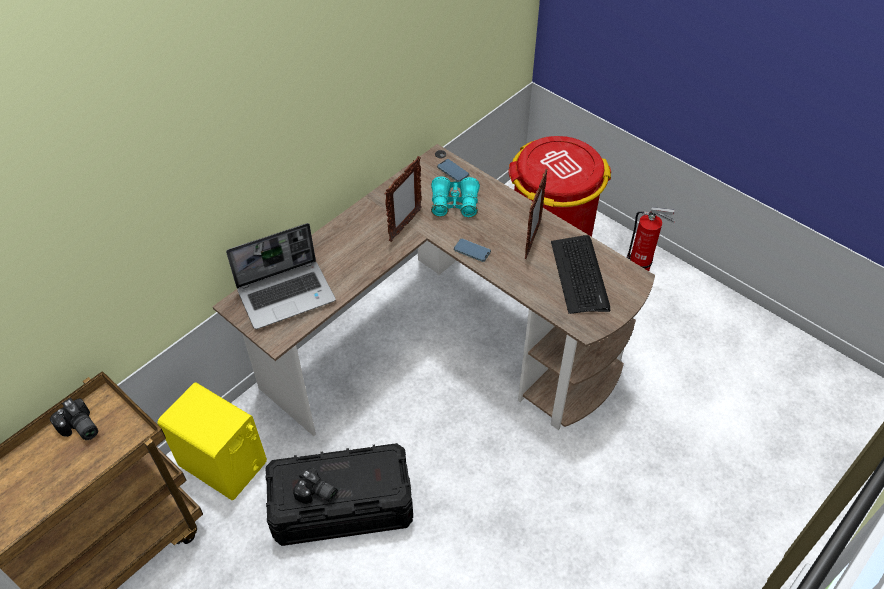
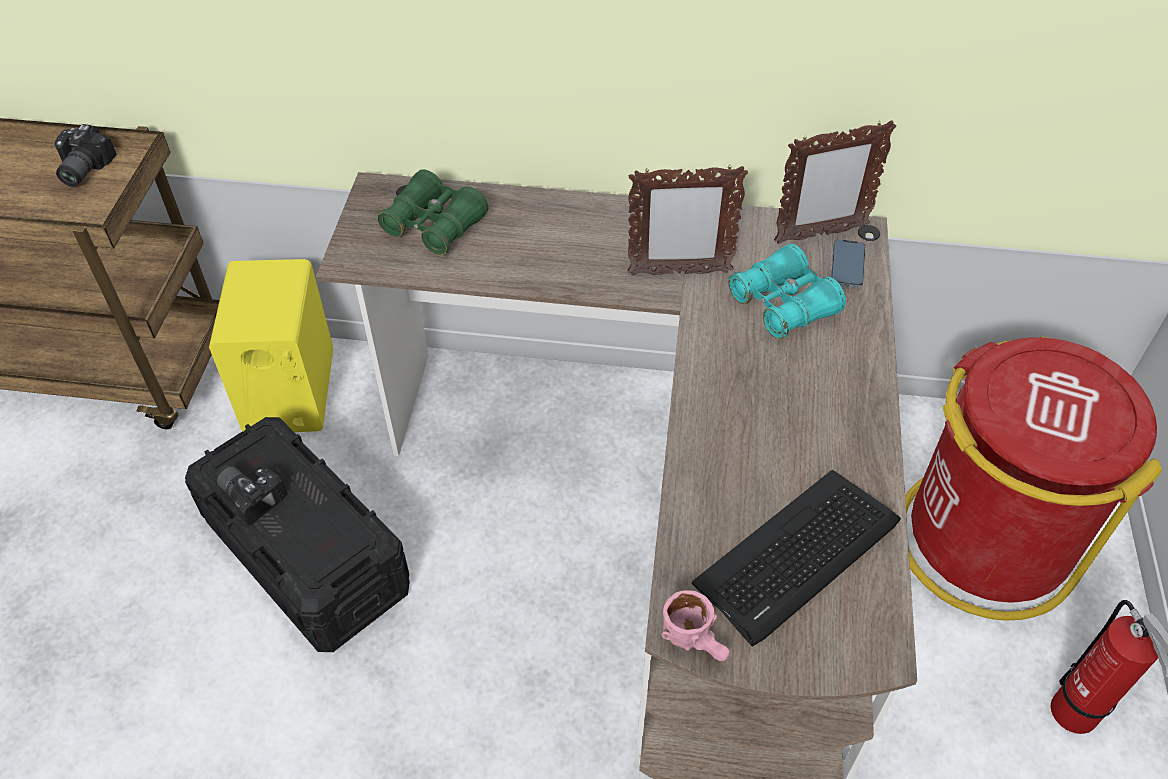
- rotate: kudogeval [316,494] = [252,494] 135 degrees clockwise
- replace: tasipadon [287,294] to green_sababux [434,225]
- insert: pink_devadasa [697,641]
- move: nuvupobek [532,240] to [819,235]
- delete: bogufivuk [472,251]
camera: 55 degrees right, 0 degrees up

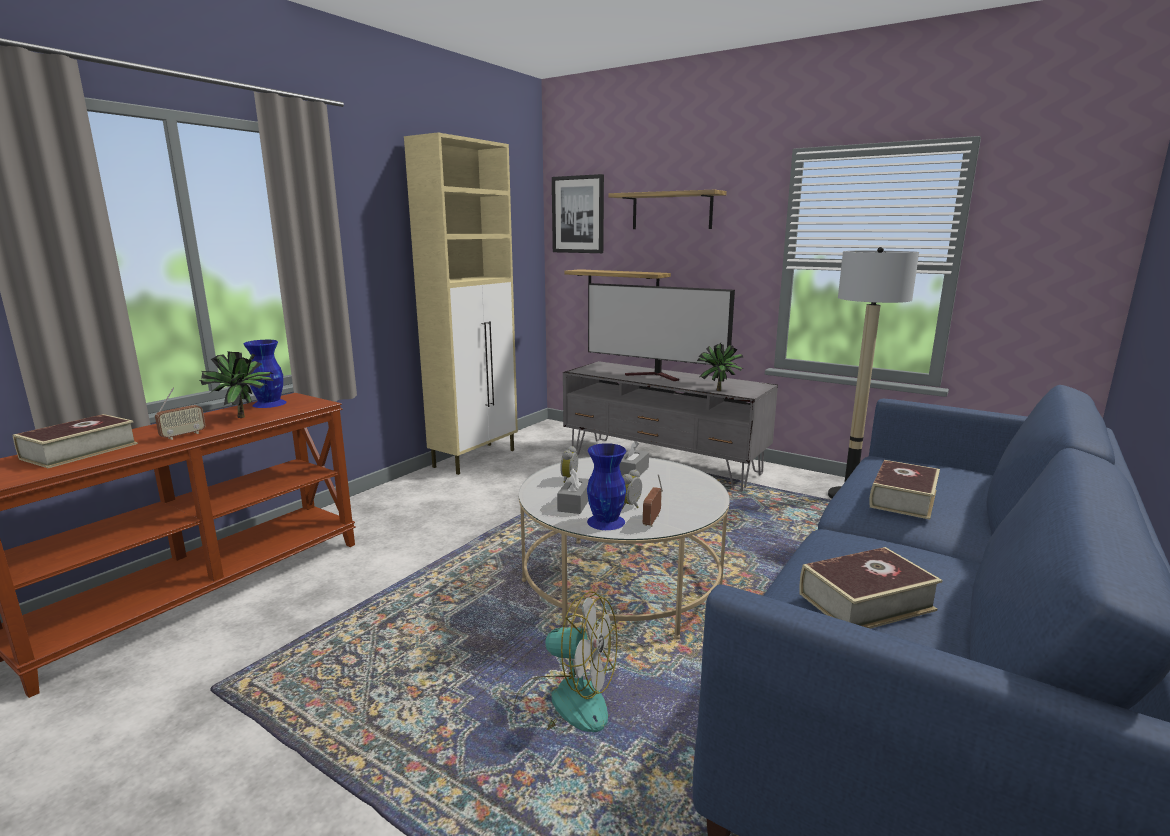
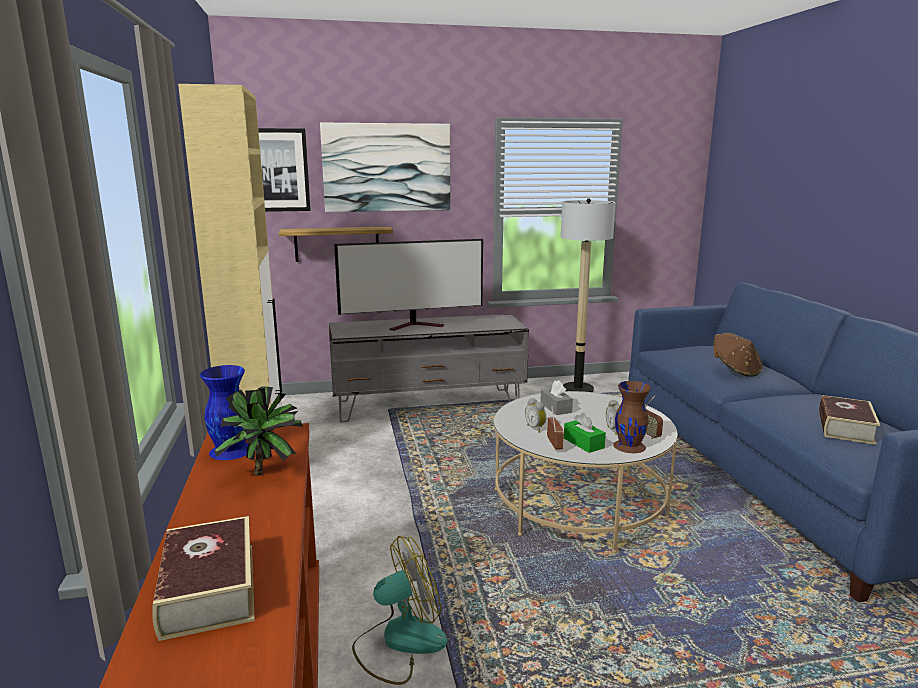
- replace: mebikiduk [671,211] to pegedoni [387,167]
- move: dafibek [564,702] to [399,642]
- move: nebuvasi [183,435] to [554,445]
- recolor: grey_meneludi [574,503] to green_meneludi [583,443]
- recolor: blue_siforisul [606,521] to brown_siforisul [629,446]
- replace: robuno [903,499] to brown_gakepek [735,370]
- delete: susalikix [719,391]
camera: 45 degrees left, 0 degrees up

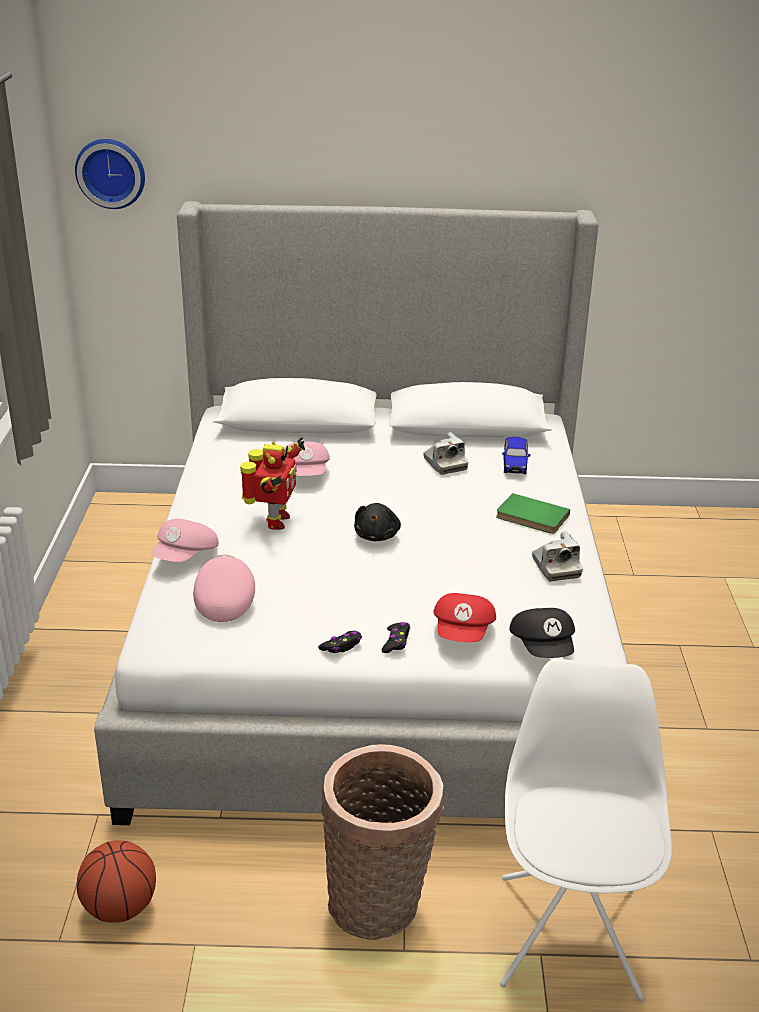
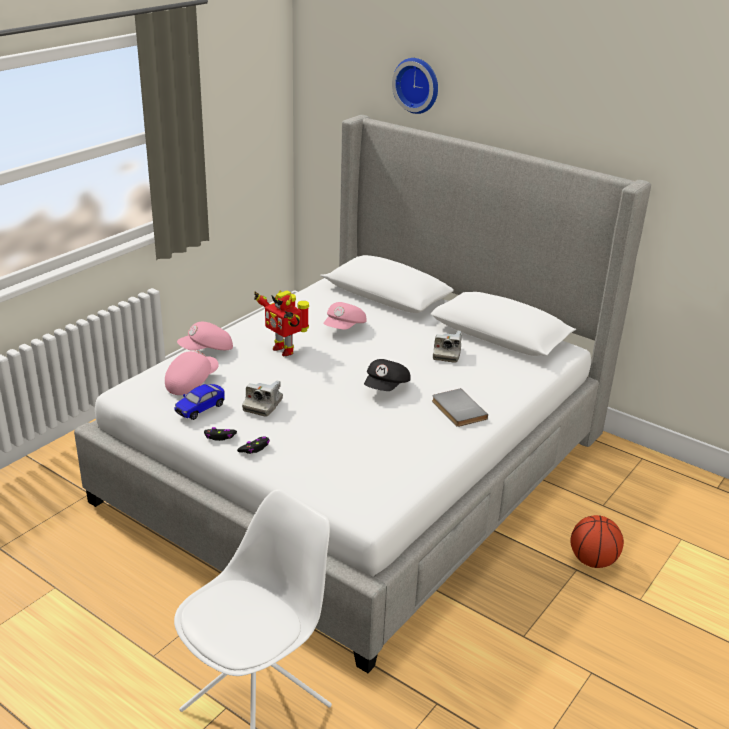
- move: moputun [515,465] to [200,409]
- move: kudogeval [555,567] to [263,405]
- rotate: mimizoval [275,522] = [284,349] 90 degrees clockwise
- move: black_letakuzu [543,647] to [386,387]
- move: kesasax [111,172] to [417,85]
- recolor: green_robuno [531,517] to grey_robuno [457,410]
- move: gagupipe [120,908] to [593,561]
- delete: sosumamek [380,903]
- delete: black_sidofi [377,535]
- delete: red_letakuzu [464,633]
camera: 35 degrees right, 0 degrees up

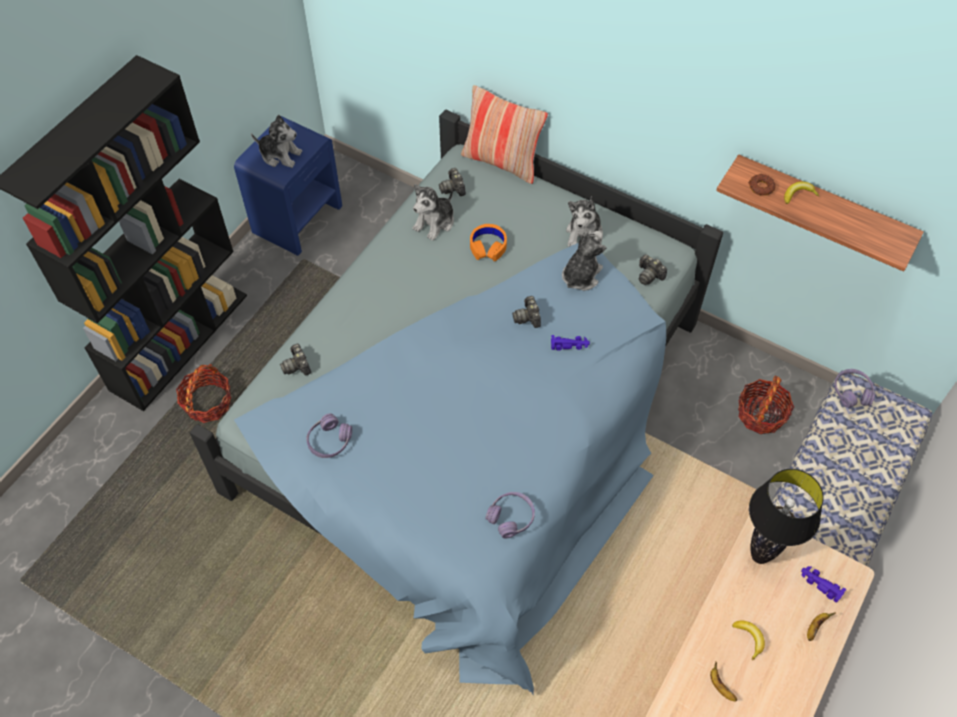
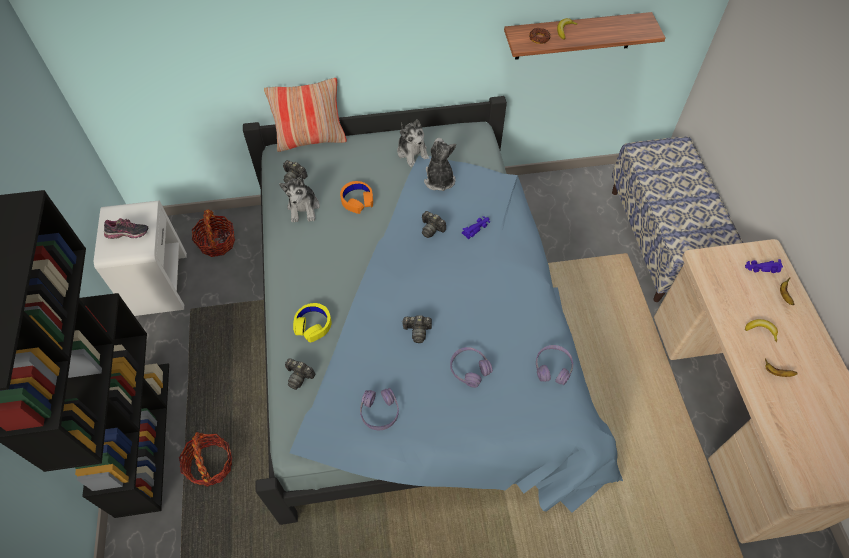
- recolor: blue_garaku [298,218] to white_garaku [159,283]
- replace: sidofi [280,155] to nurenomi [128,235]
- move: sosumamek [761,414] to [217,242]
- insert: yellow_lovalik [313,325]
- move: kudogeval [649,275] to [417,331]
- move: purple_lovalik [852,392] to [469,369]
- delete: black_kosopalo [760,556]
camera: 40 degrees left, 0 degrees up

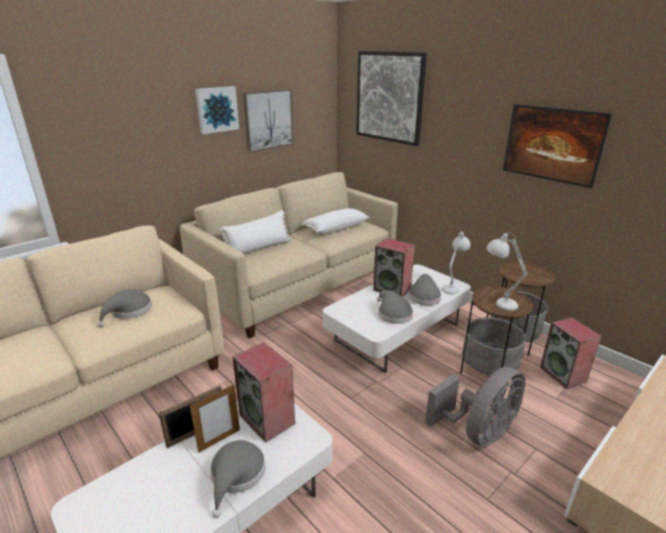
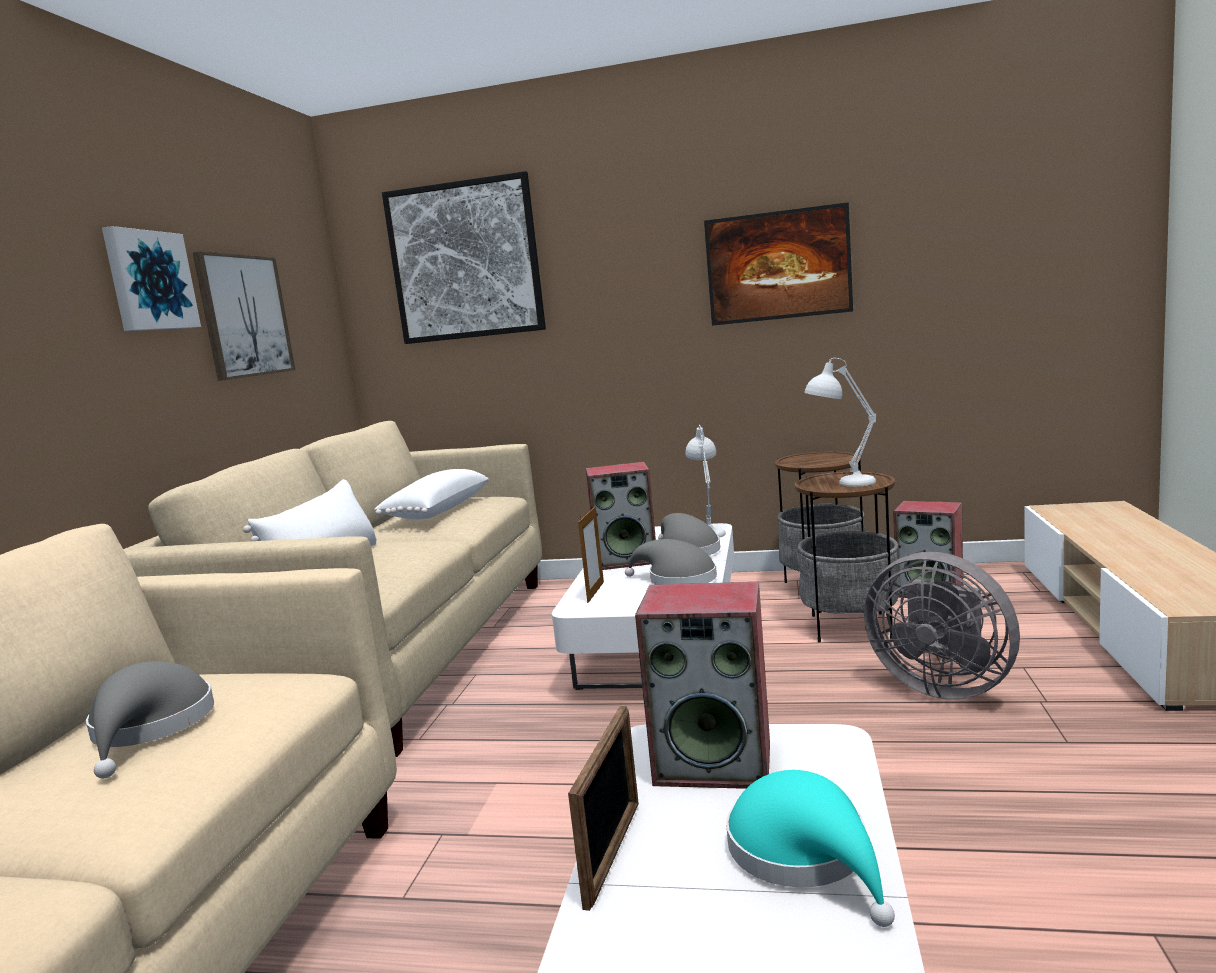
- move: nuvupobek [219,440] to [595,592]
- recolor: grey_gakepek [236,475] to turquoise_gakepek [805,854]
- rotate: grey_dafibek [478,432] = [941,686] 120 degrees clockwise
camera: 35 degrees left, 15 degrees down

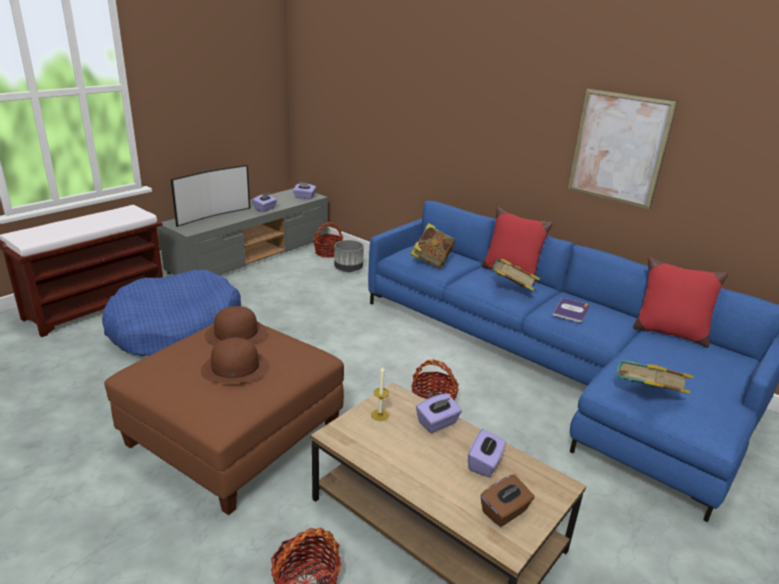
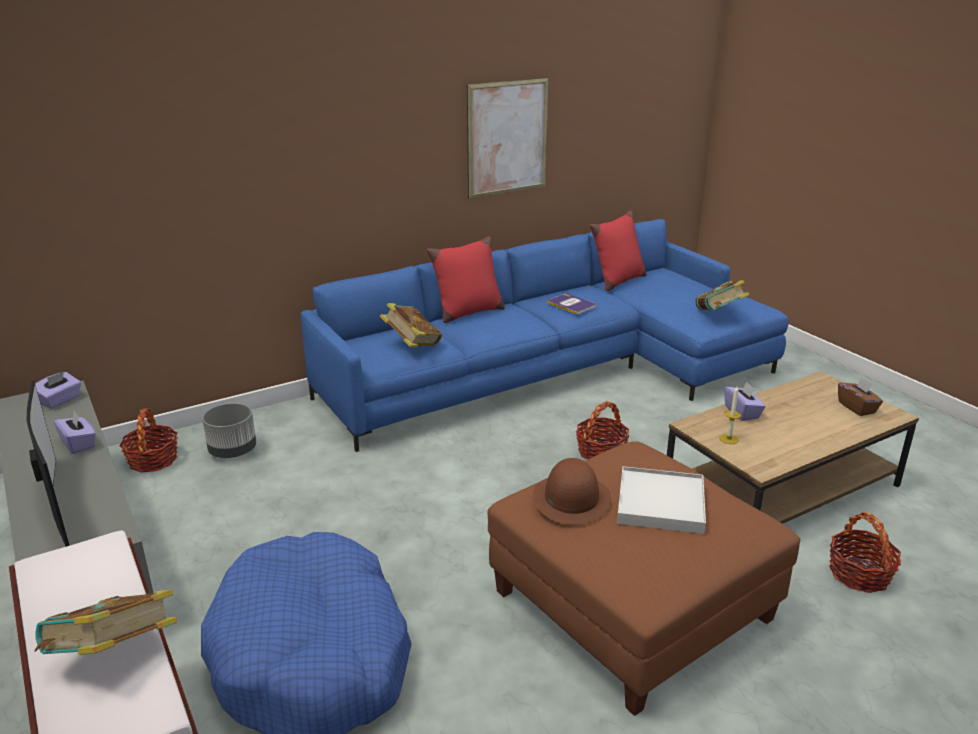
- move: robuno [511,290] to [114,656]
- replace: brown_gakepek [235,368] to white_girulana [660,503]
- delete: purple_meneludi [485,463]
camera: 70 degrees left, 0 degrees up

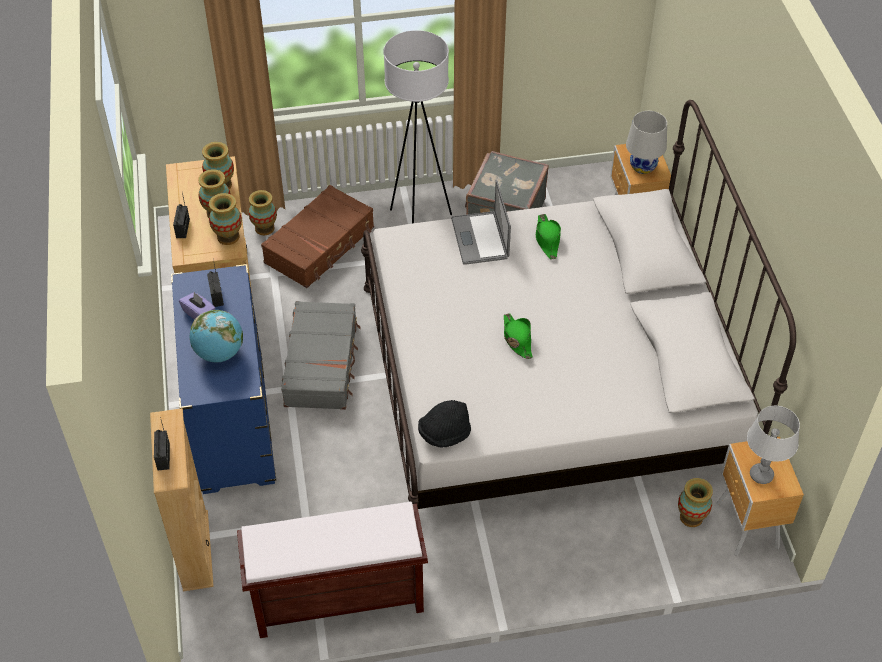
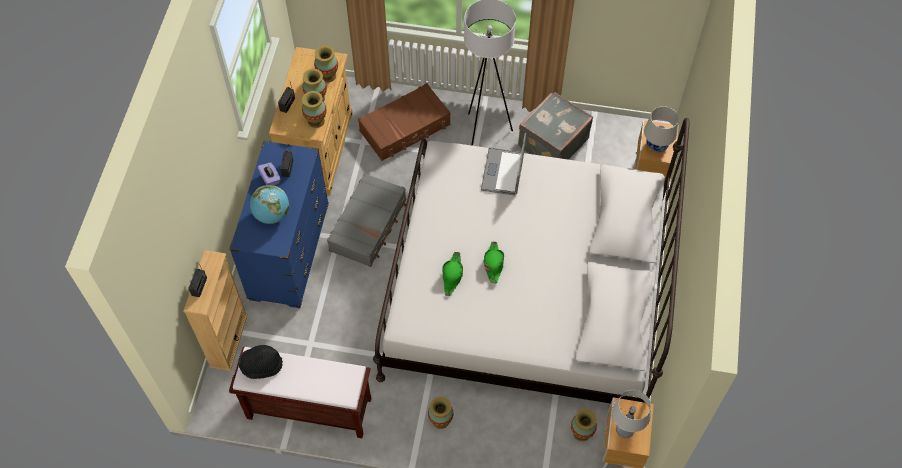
- move: black_gakepek [444,434] to [261,366]
- move: siforisul [265,228] to [441,420]
- move: green_gakepek [547,239] to [452,275]
camera: 20 degrees right, 10 degrees up

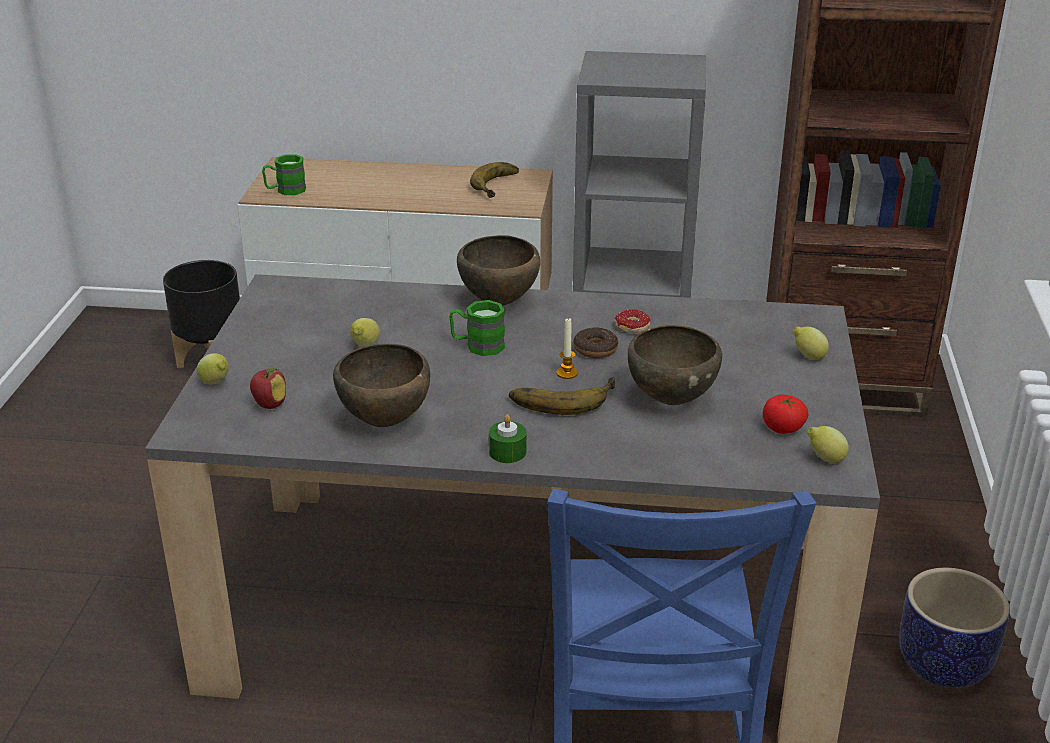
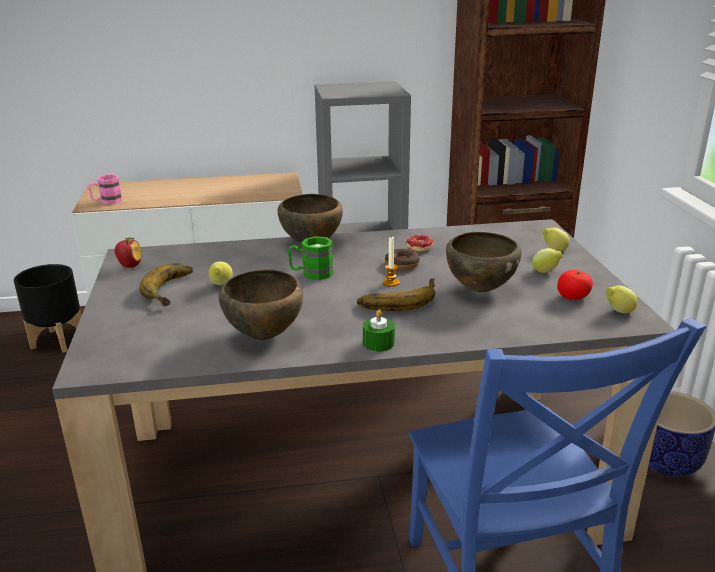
- recolor: green_devadasa [285,190] to pink_devadasa [107,201]
- move: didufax [270,405] to [130,266]
- move: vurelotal [501,185] to [175,289]
- move: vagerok [216,383] to [545,272]
camera: 15 degrees left, 5 degrees down

